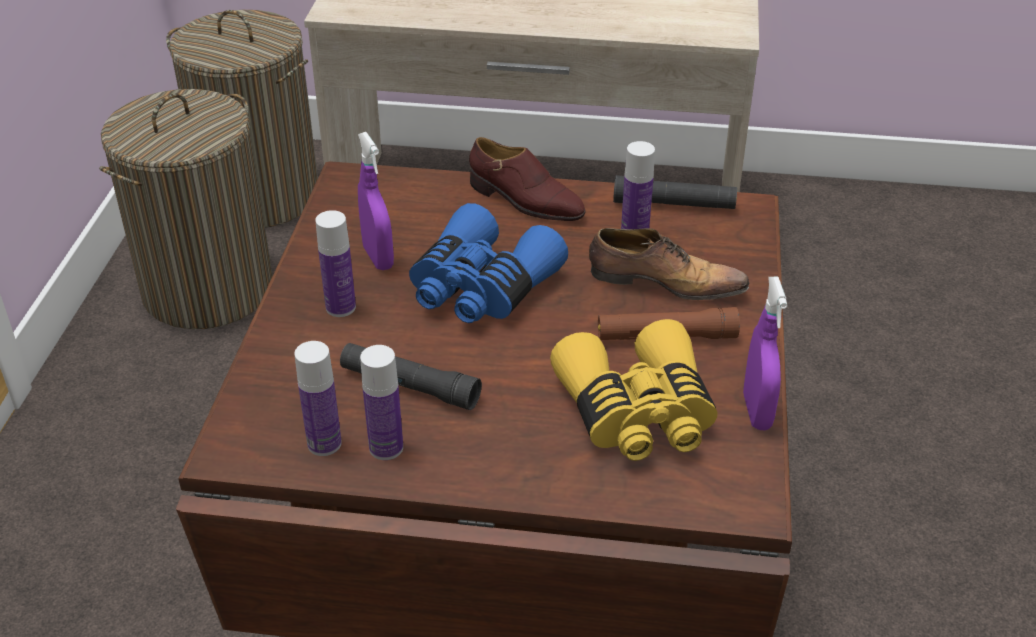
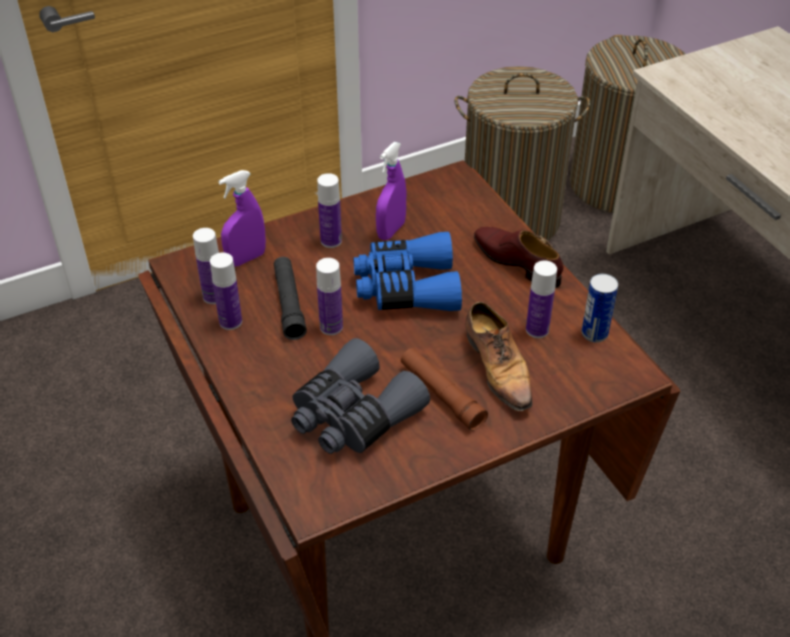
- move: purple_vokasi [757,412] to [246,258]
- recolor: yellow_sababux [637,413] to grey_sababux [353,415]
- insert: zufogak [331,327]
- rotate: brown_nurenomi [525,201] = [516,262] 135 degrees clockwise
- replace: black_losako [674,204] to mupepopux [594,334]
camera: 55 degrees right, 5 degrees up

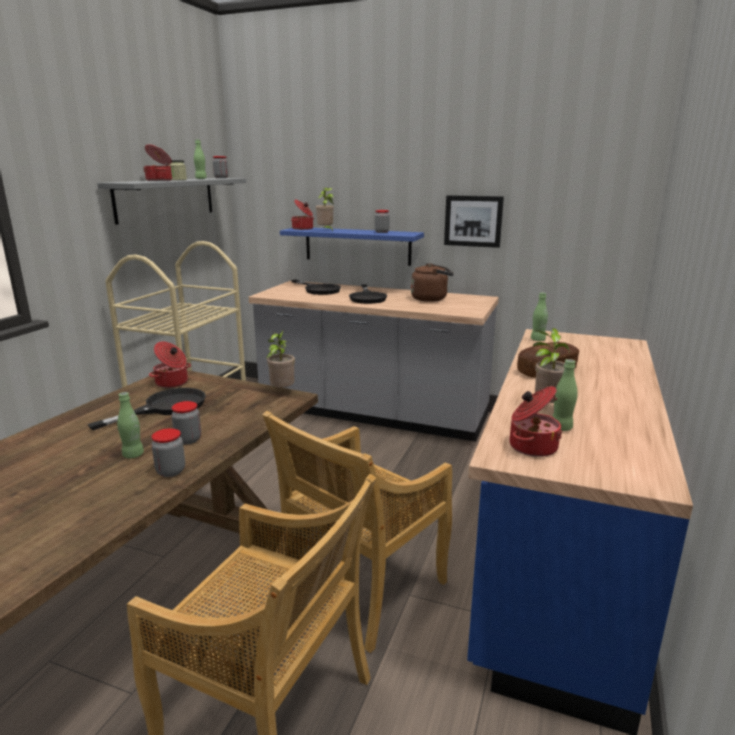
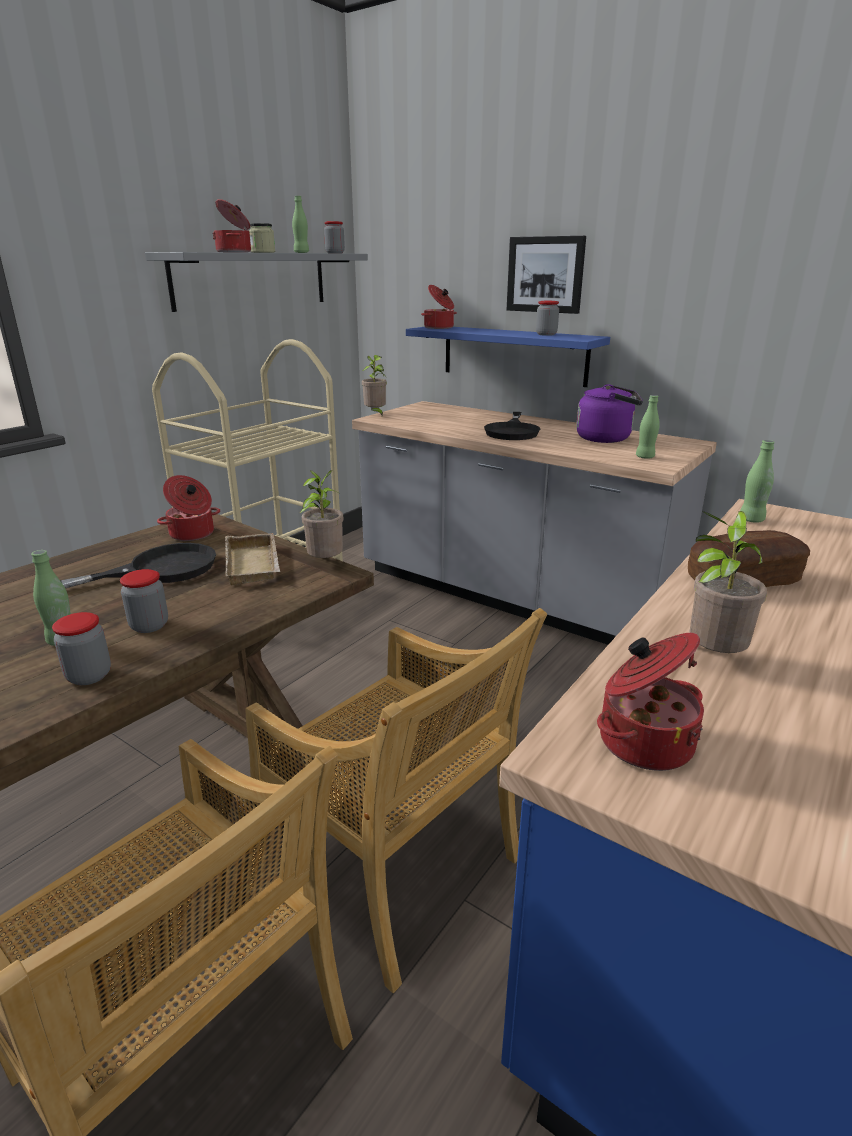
- insert: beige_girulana [255,565]
- rotate: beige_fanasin [360,586] = [397,869] 105 degrees counterclockwise
- move: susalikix [326,231] to [375,414]
- move: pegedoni [473,221] to [545,274]
- recolor: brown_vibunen [431,298] to purple_vibunen [607,438]
- move: green_zufogak [561,428] to [645,457]
- delete: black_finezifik [319,290]
camera: 15 degrees right, 5 degrees up

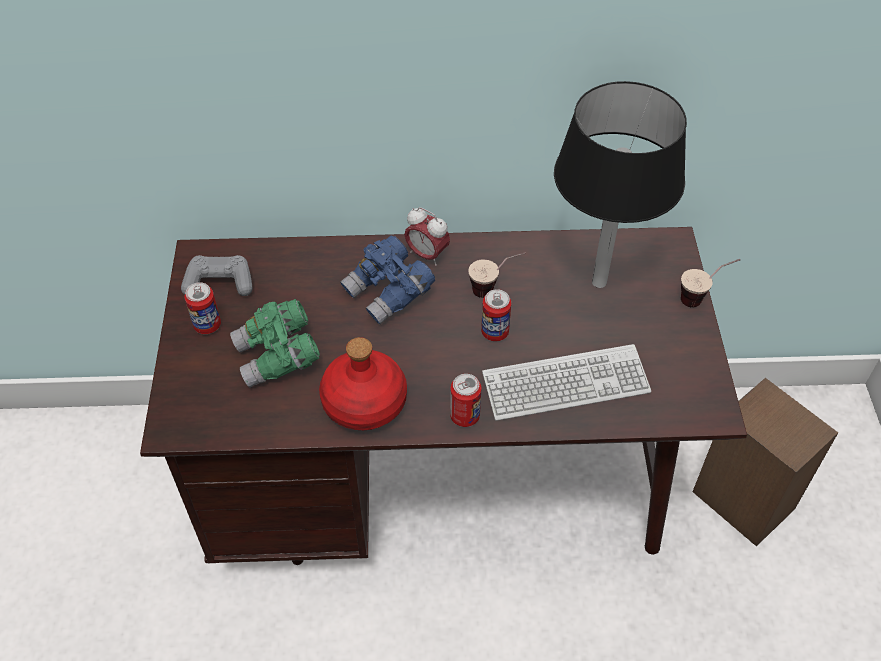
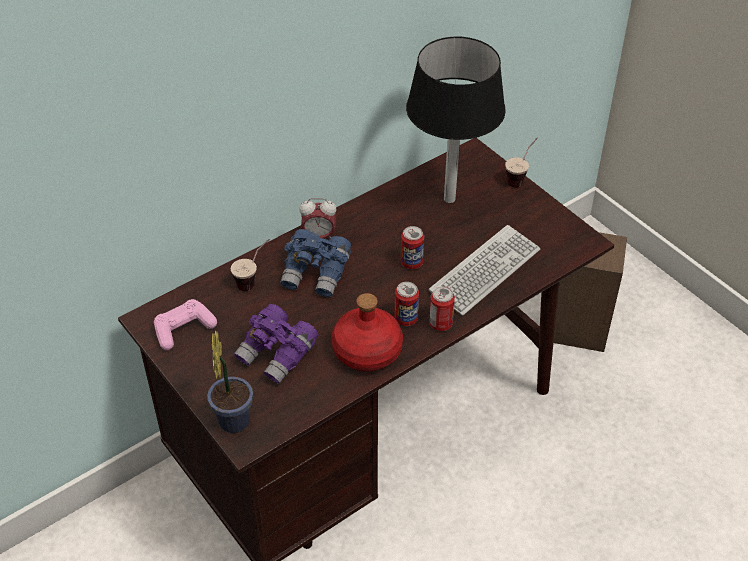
- recolor: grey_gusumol [219,283] to pink_gusumol [184,329]
- insert: susalikix [234,417]
- move: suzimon [495,289] to [254,280]
- recolor: green_sababux [278,357] to purple_sababux [278,355]
- move: mupepopux [207,325] to [406,319]
camera: 35 degrees left, 5 degrees down

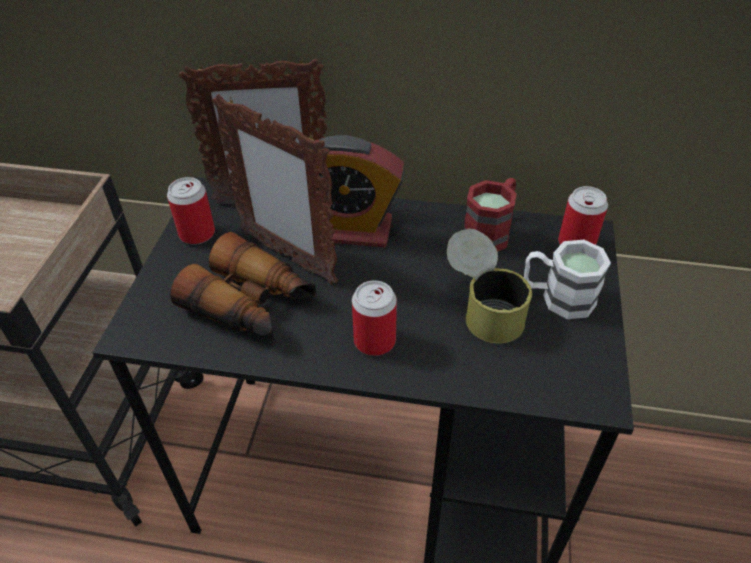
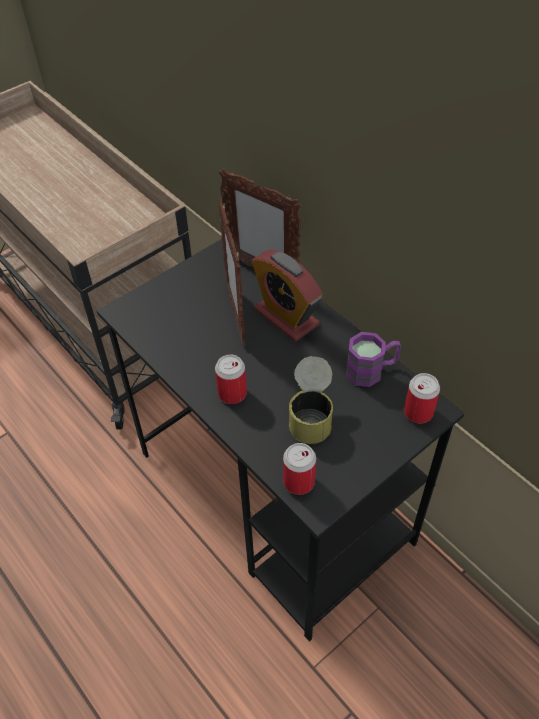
- move: mupepopux [197,233] to [299,482]
- recolor: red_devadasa [491,231] to purple_devadasa [371,370]
- delete: sababux [252,304]
- delete: white_devadasa [557,297]
camera: 40 degrees right, 5 degrees up

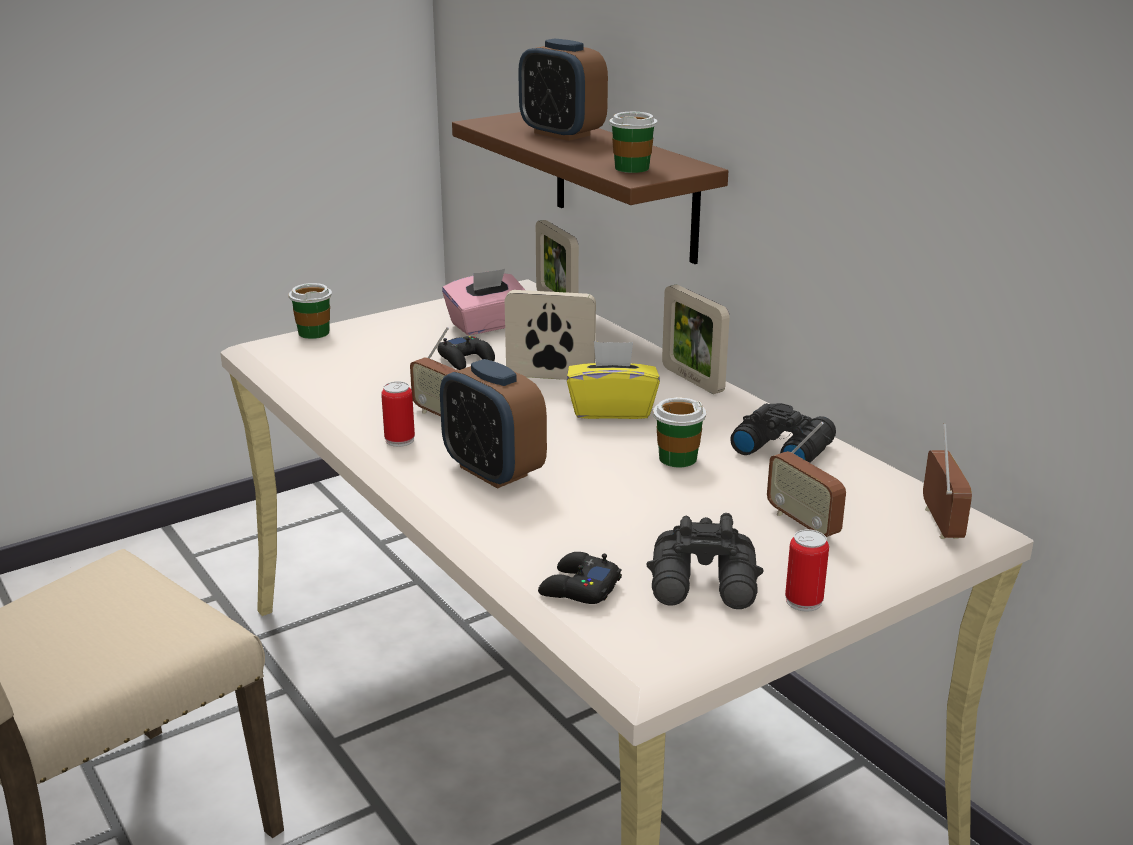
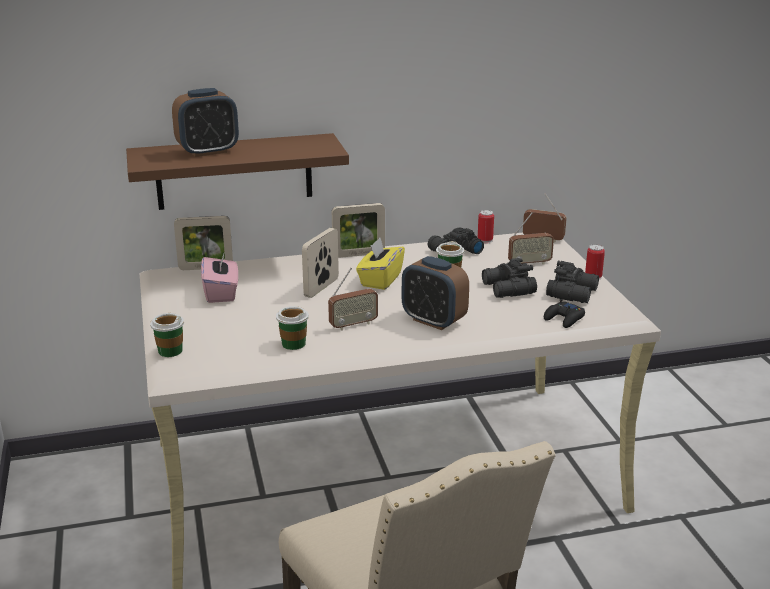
- move: suzimon [632,168] to [293,344]
- rotate: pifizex [493,471] = [433,321] 60 degrees clockwise
- move: mupepopux [399,440] to [485,240]
- insert: black_sababux [507,289]
- delete: black_gusumol [466,359]
camera: 70 degrees left, 0 degrees up

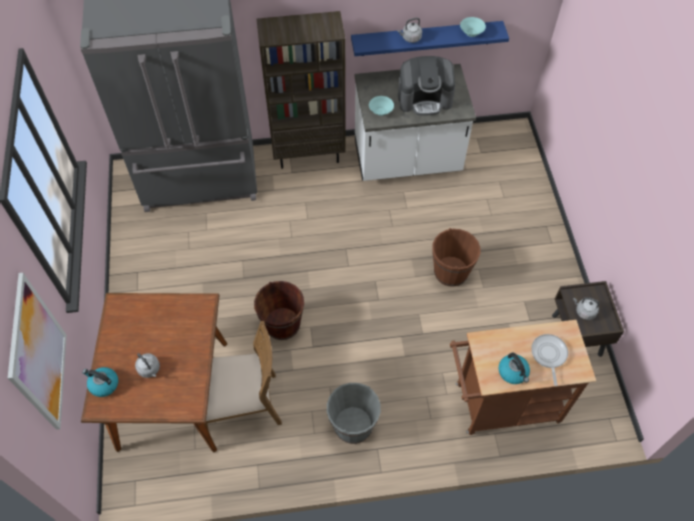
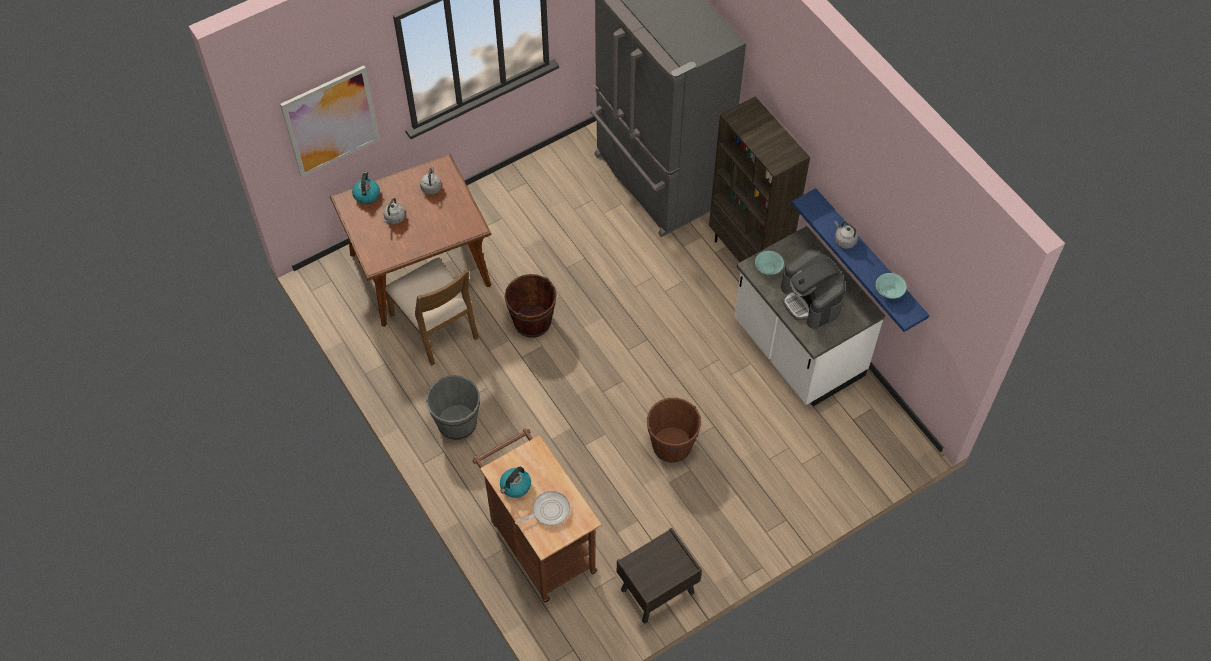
- move: grey_vibunen [584,311] to [431,187]
camera: 65 degrees right, 0 degrees up

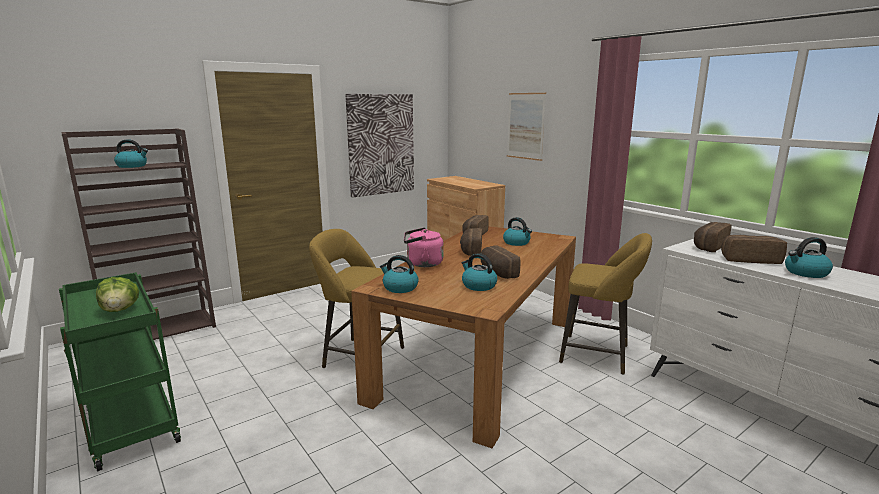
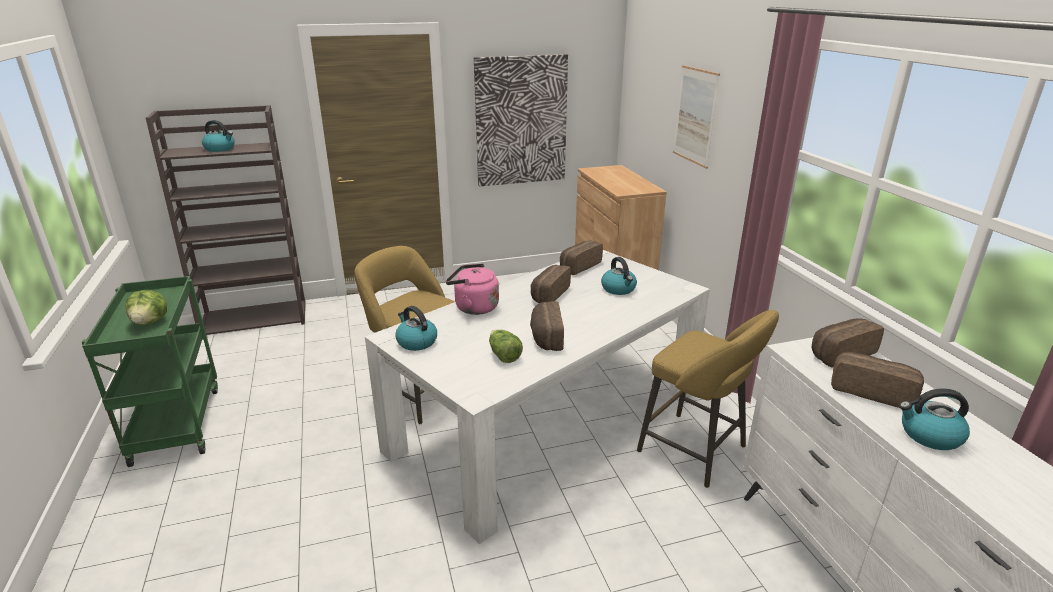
- recolor: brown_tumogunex [479,356] to white_tumogunex [547,421]
- replace: vibunen [478,286] to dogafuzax [503,355]
camera: 20 degrees right, 10 degrees up

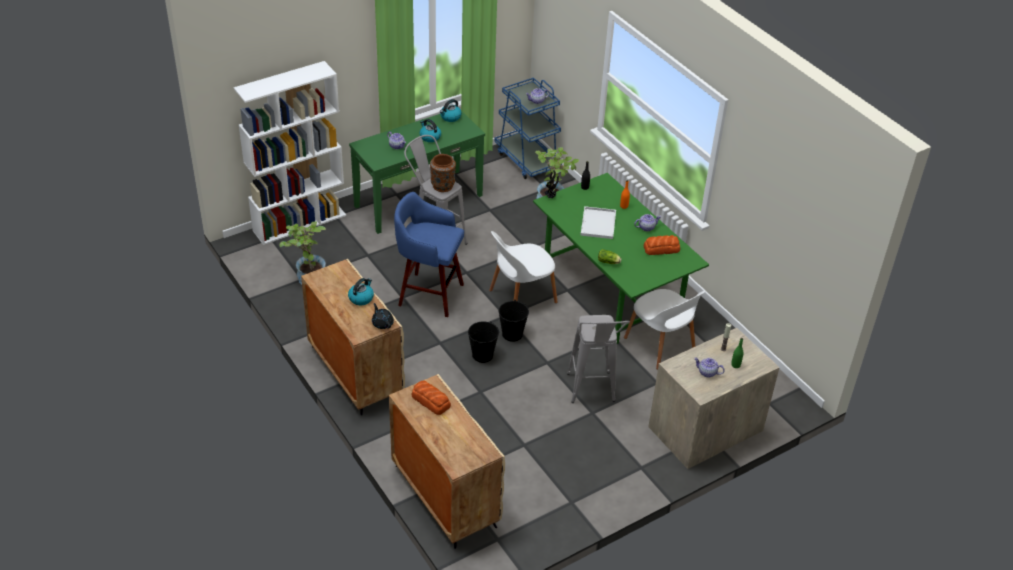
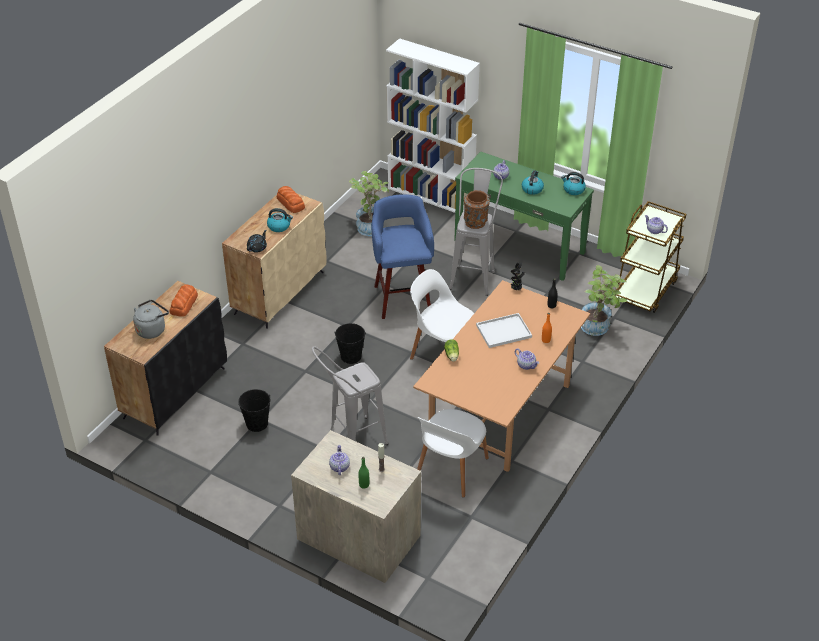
- recolor: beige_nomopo [444,495] to black_nomopo [175,392]
- insert: grey_vibunen [152,329]
- move: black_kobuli [512,334] to [257,423]
- move: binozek [662,249] to [290,203]
- recolor: green_tumogunex [610,292] to brown_tumogunex [499,409]
- recolor: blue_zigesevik [527,160] to brown_zigesevik [645,290]
camera: 65 degrees right, 0 degrees up

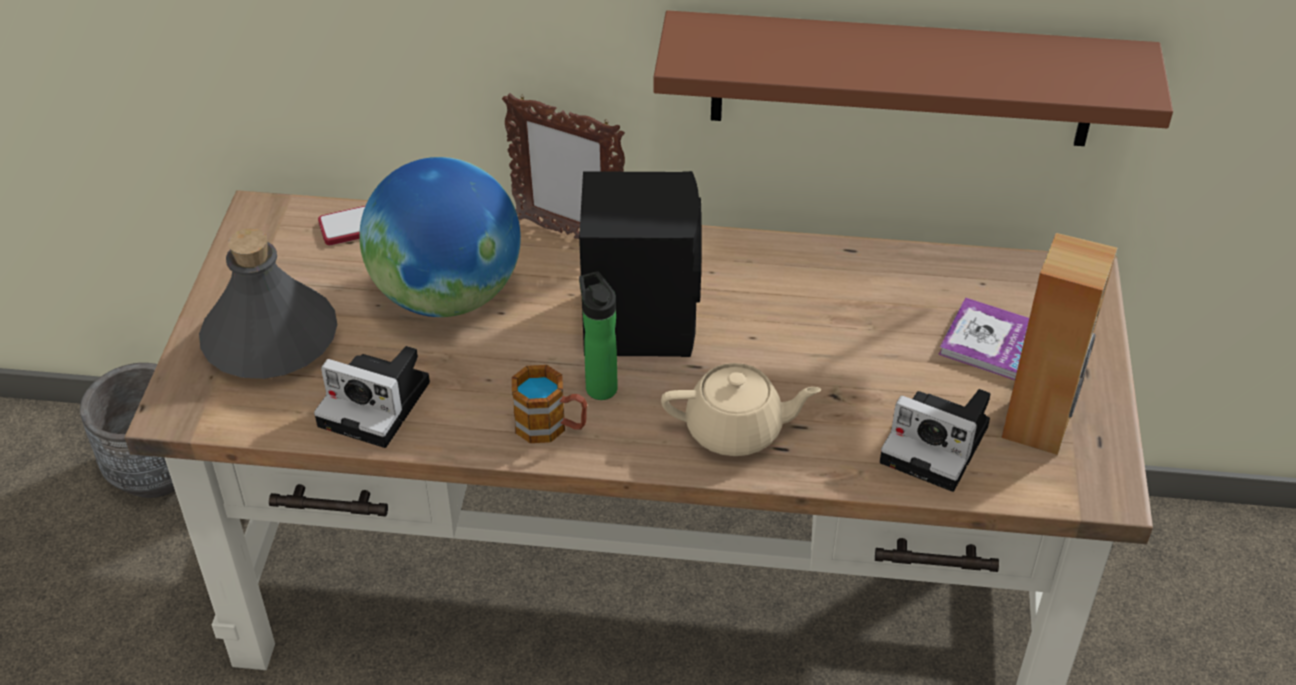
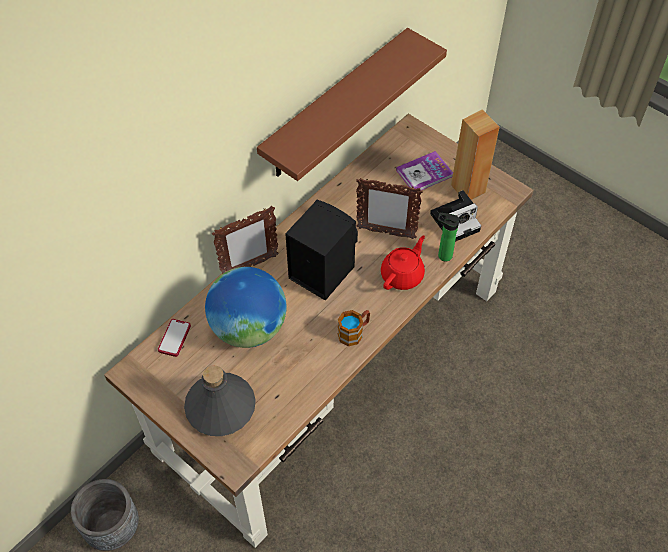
- insert: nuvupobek [385,233]
- recolor: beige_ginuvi [736,430] to red_ginuvi [402,275]
- move: zufogak [599,385] to [442,255]
- delete: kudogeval [379,404]
camera: 55 degrees left, 10 degrees up

